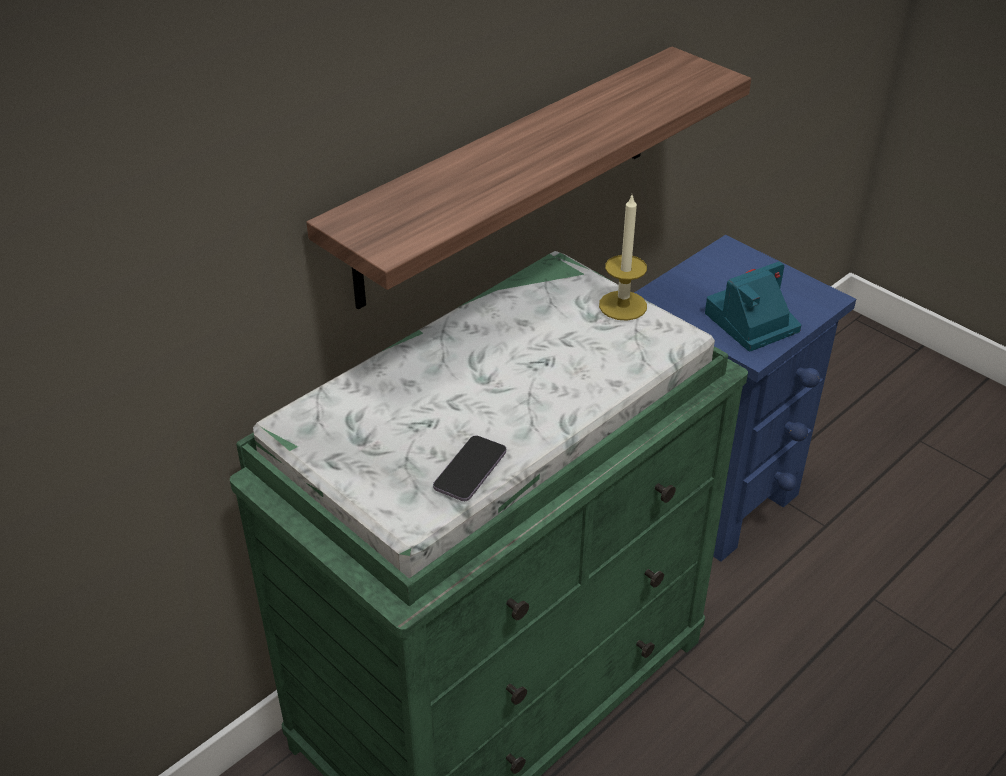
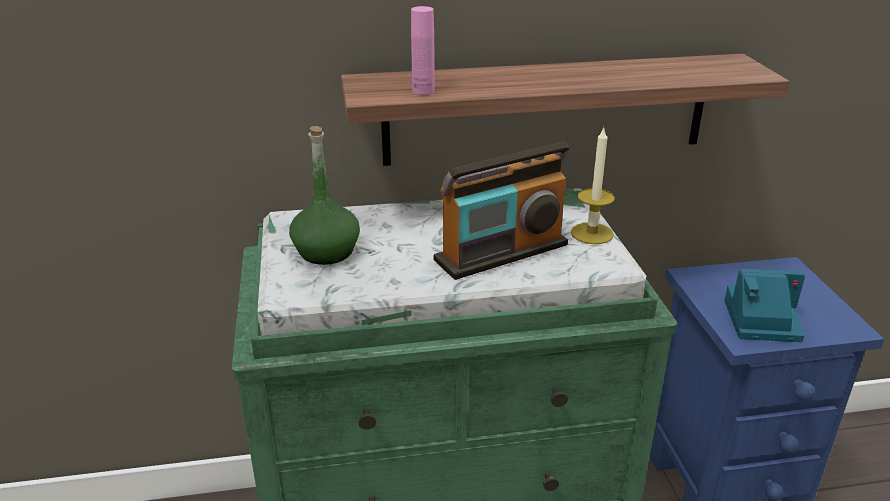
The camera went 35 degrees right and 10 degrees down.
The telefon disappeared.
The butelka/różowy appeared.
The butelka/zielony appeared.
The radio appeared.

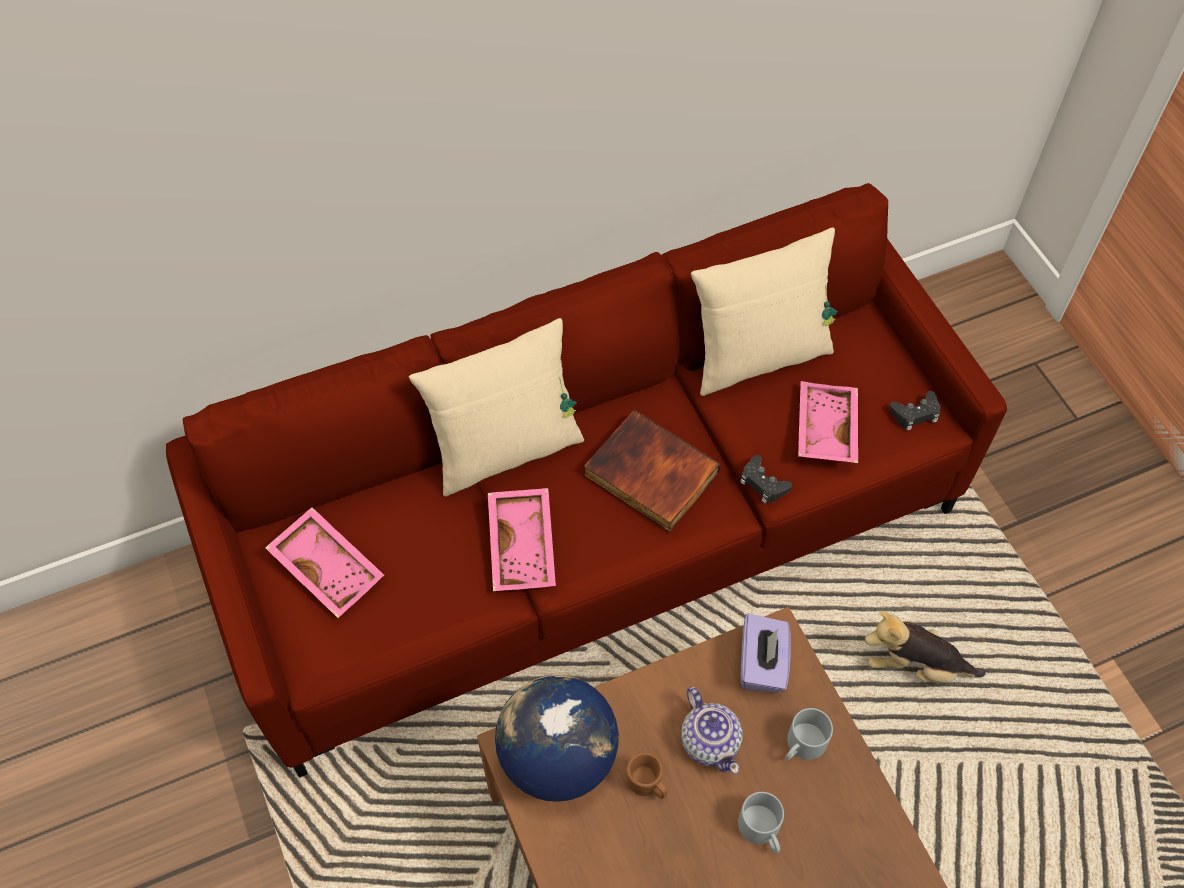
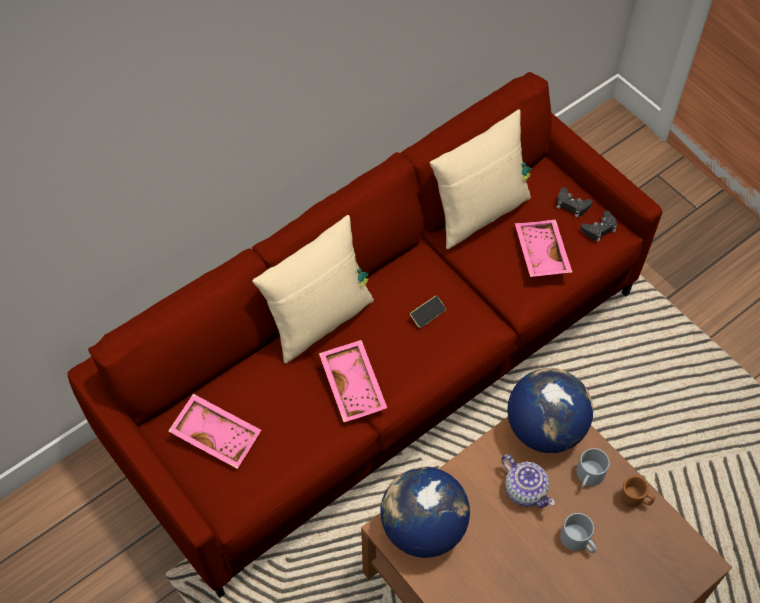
The camera went 15 degrees left and 0 degrees up.
The książka was replaced by the telefon.
The pad do gier/czarny (1st from left) moved.
The pluszak disappeared.
The pudełko chusteczek/fioletowy was replaced by the globus (2nd from left).
The kubek/brązowy moved.

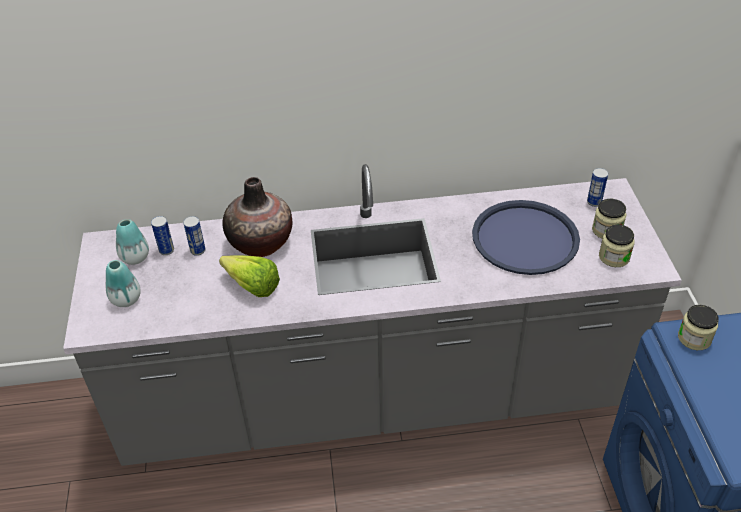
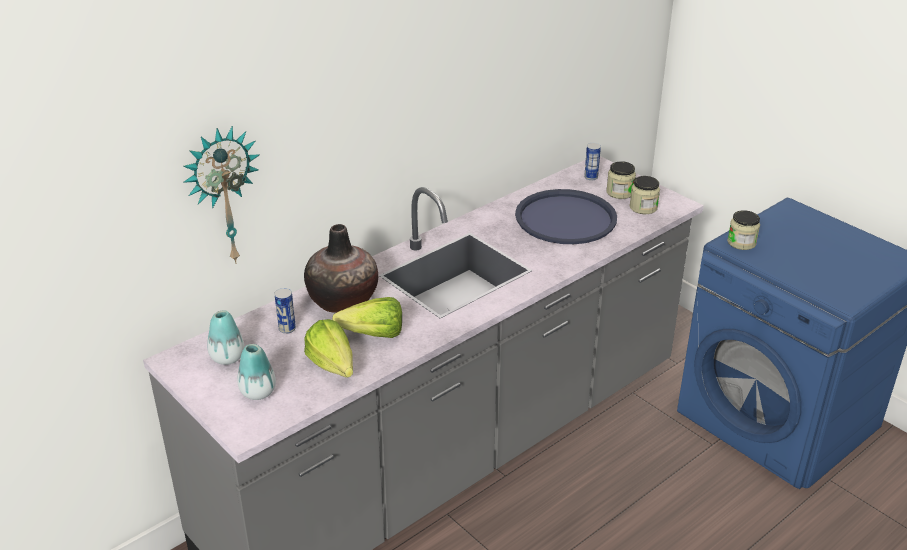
The camera went 35 degrees left and 10 degrees down.
The puszka (1st from left) disappeared.
The zegar ścienny appeared.
The sałata (1st from left) appeared.

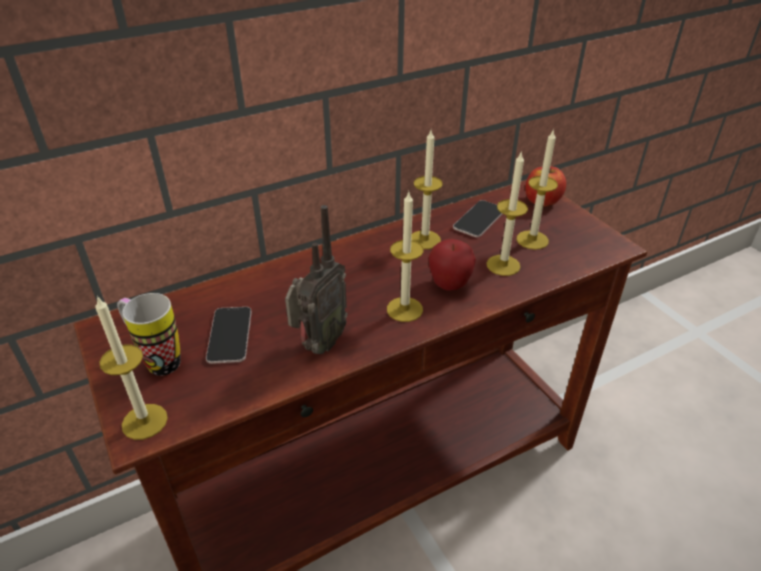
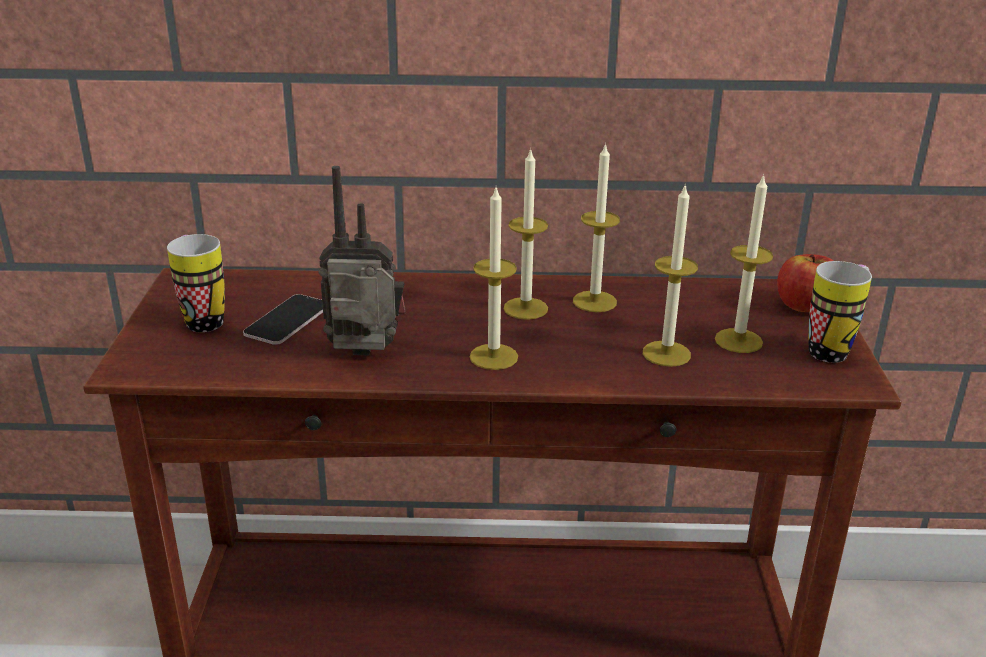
The camera went 30 degrees right and 10 degrees down.
The telefon (2nd from left) disappeared.
The radio turned 150 degrees counterclockwise.
The jabłko (1st from left) disappeared.
The świeca (1st from left in the first image) moved.
The kubek (2nd from left) appeared.

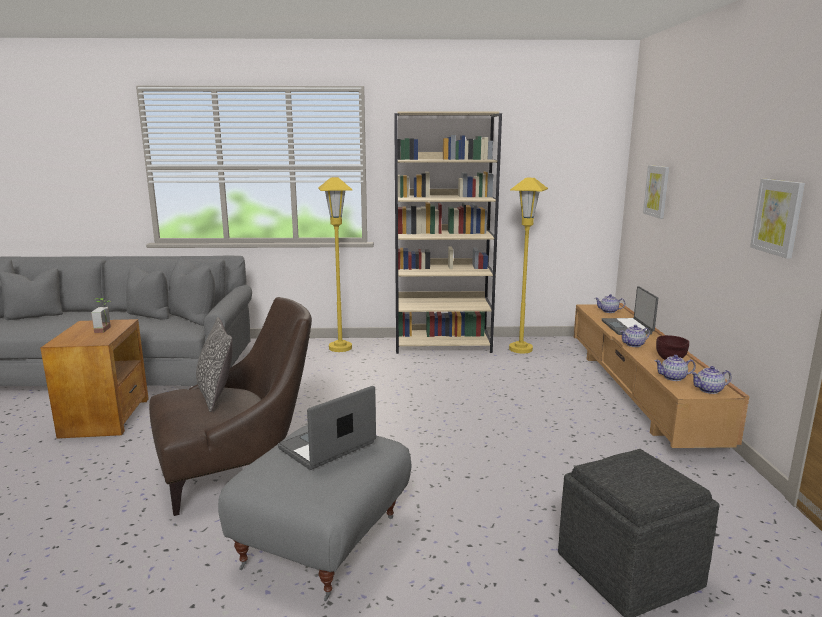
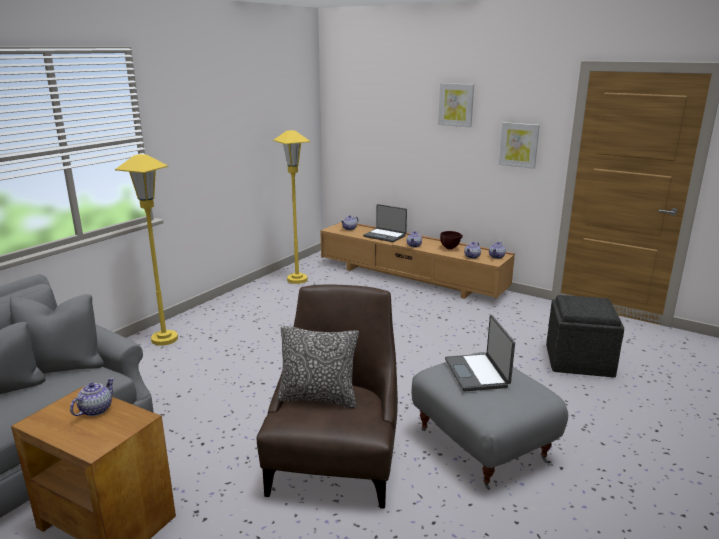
The camera went 55 degrees left and 5 degrees up.
The regał/beżowy disappeared.
The obraz (1st from left) moved.
The roślina doniczkowa was replaced by the imbryk (1st from left).

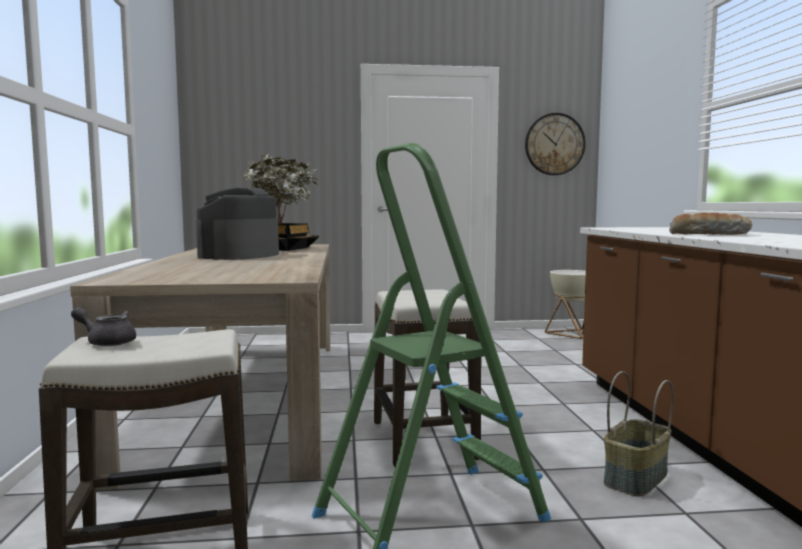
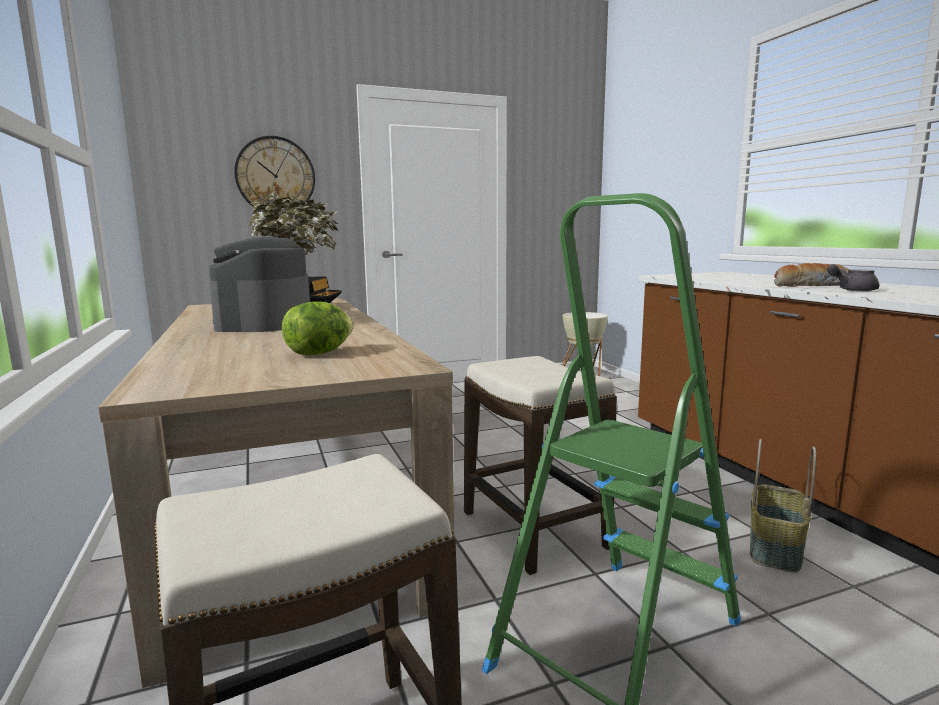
The camera went 15 degrees left and 5 degrees up.
The zegar ścienny moved.
The imbryk/szary moved.
The sałata appeared.

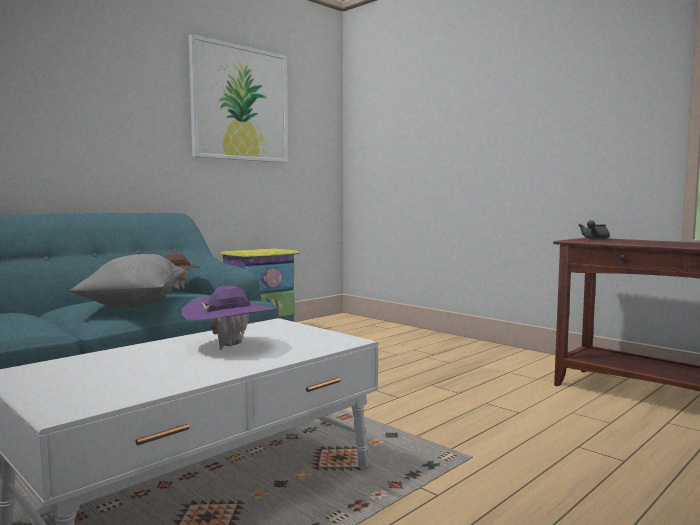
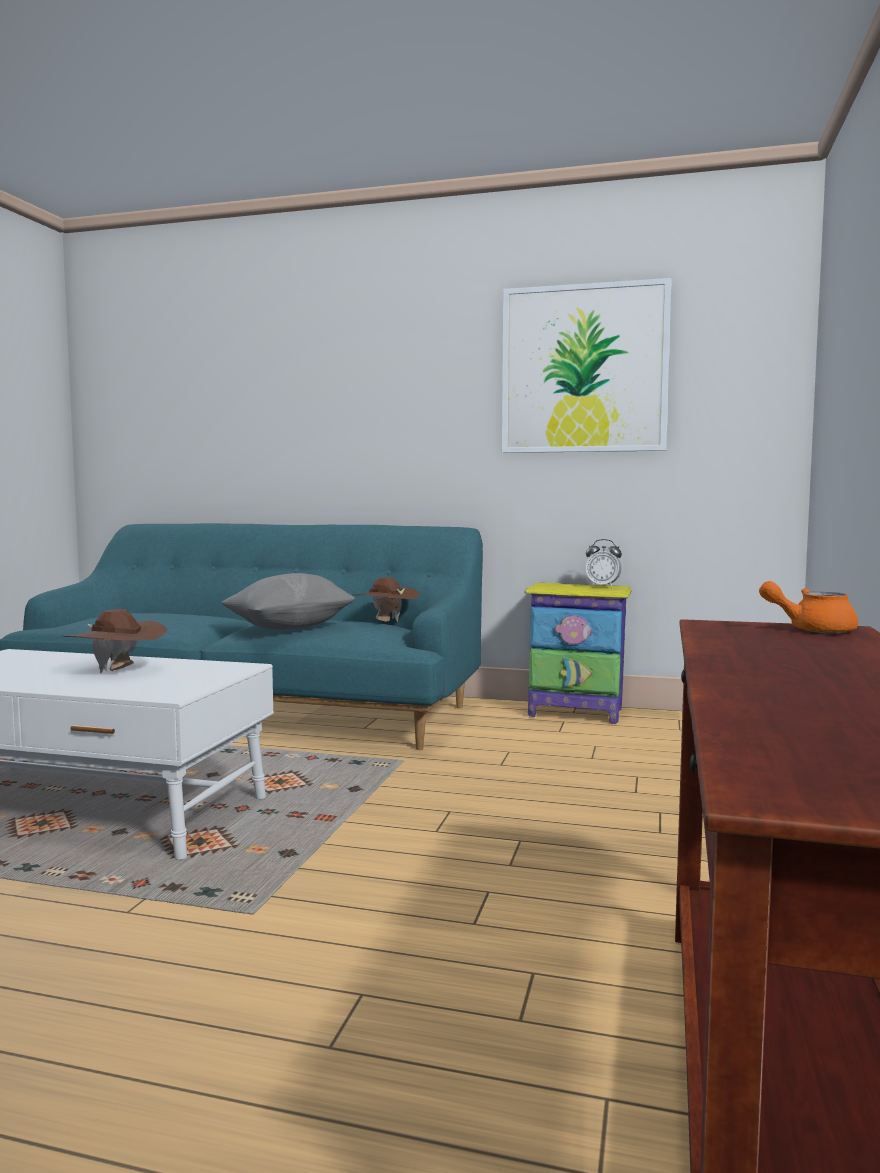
The camera went 60 degrees right and 0 degrees up.
The imbryk/szary became the imbryk/pomarańczowy.
The kapelusz/fioletowy became the kapelusz/brązowy (1st from left).
The budzik appeared.

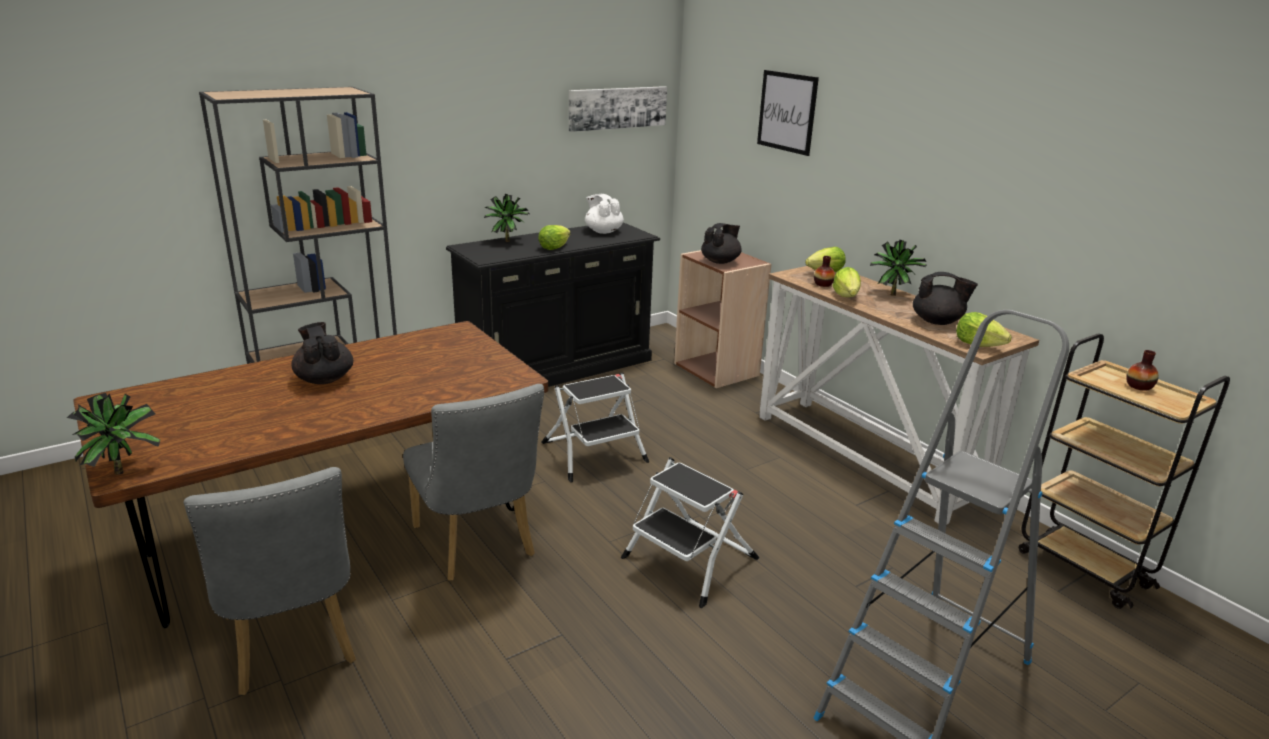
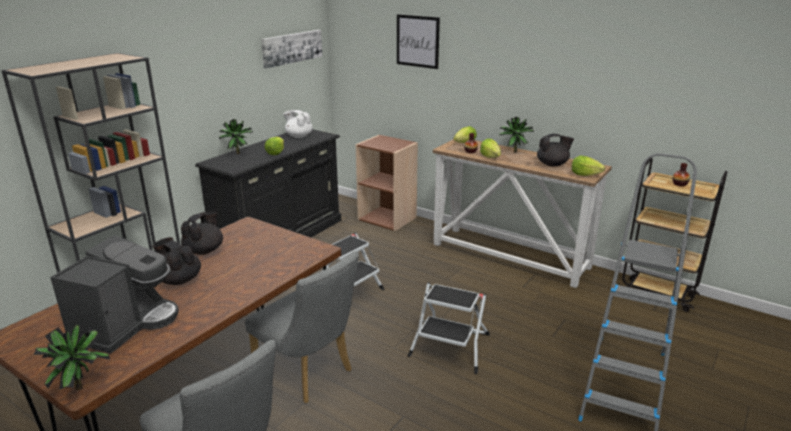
The camera went 20 degrees left and 0 degrees up.
The imbryk/czarny (2nd from left) moved.
The ekspres do kawy appeared.

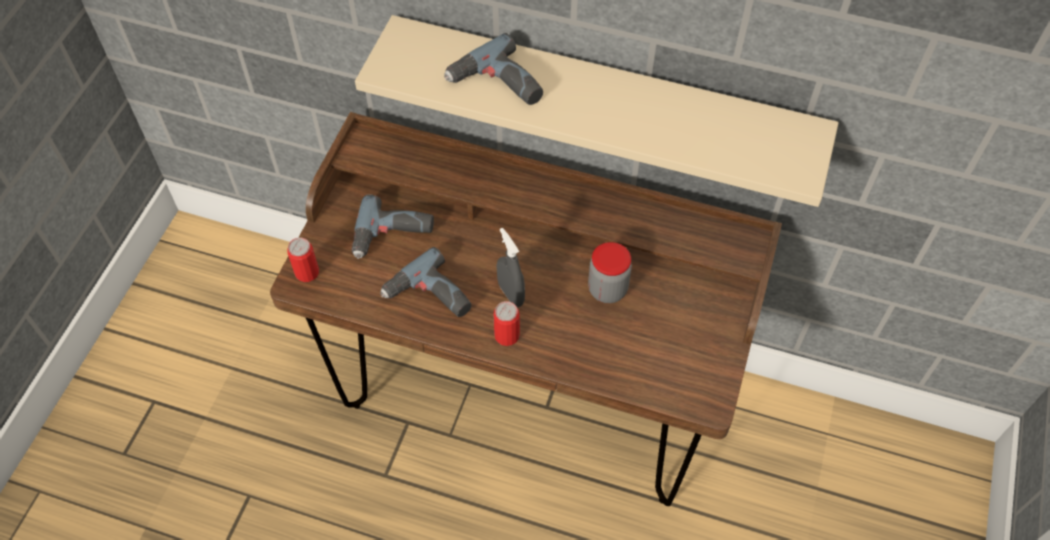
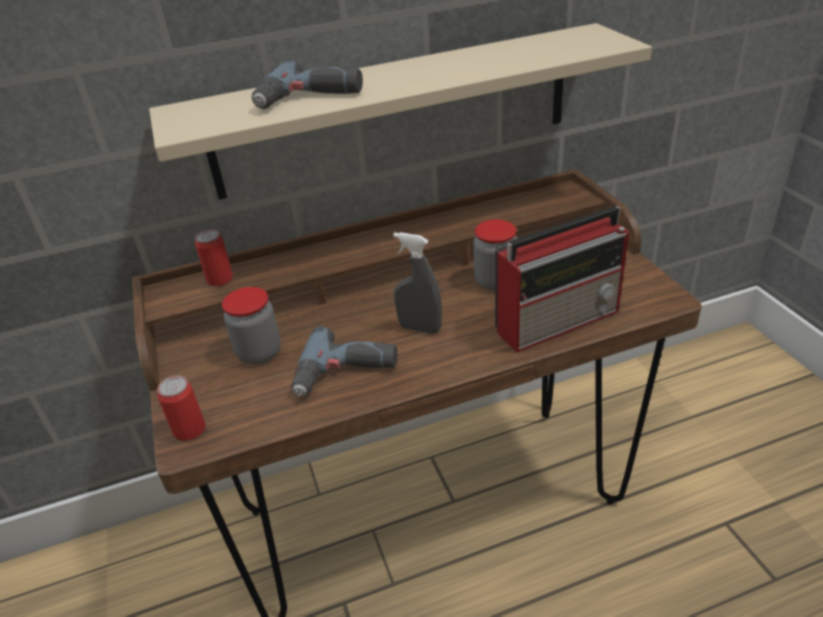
The camera went 35 degrees left and 20 degrees down.
The wiertarka (1st from left) was replaced by the słoik (1st from left).
The puszka (2nd from left) moved.
The radio appeared.

